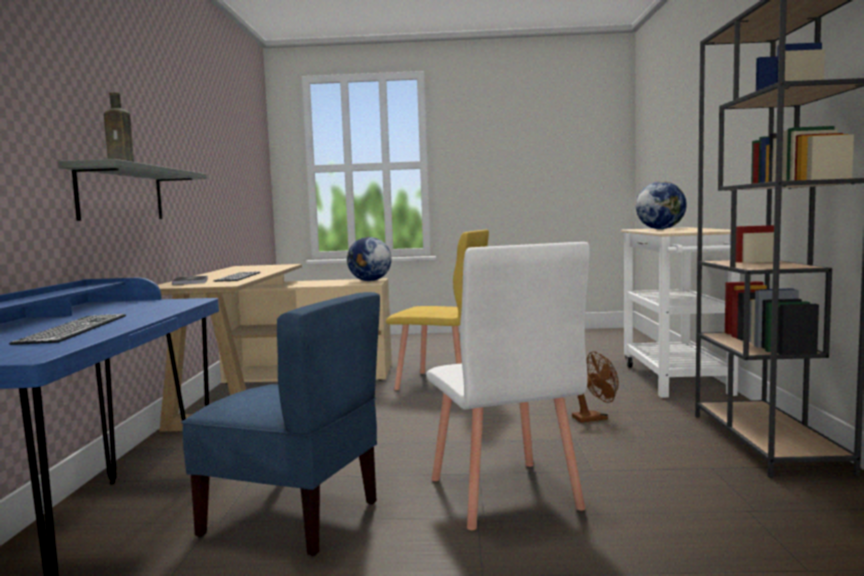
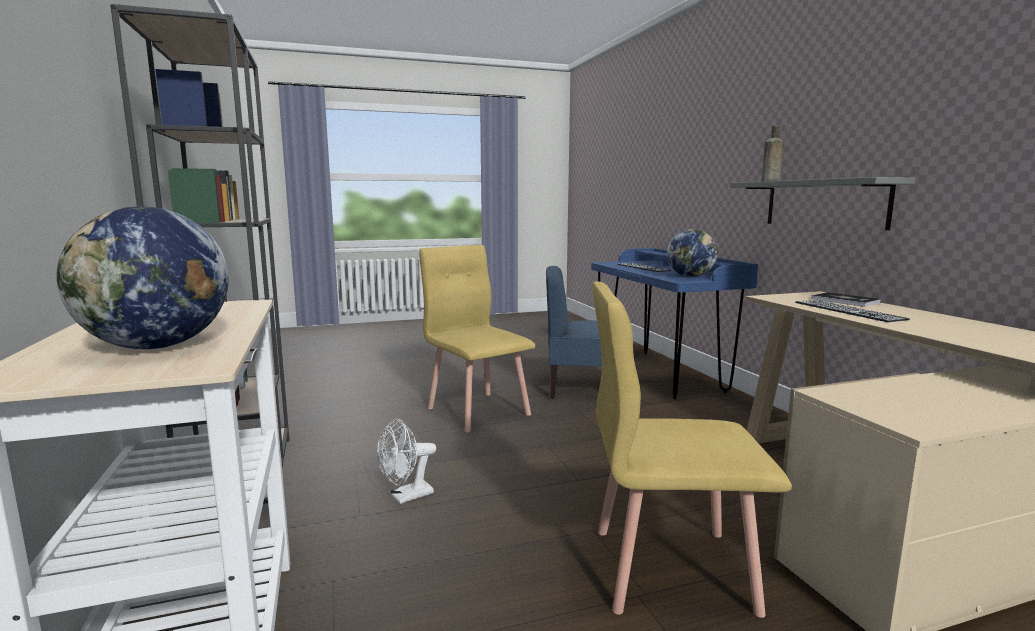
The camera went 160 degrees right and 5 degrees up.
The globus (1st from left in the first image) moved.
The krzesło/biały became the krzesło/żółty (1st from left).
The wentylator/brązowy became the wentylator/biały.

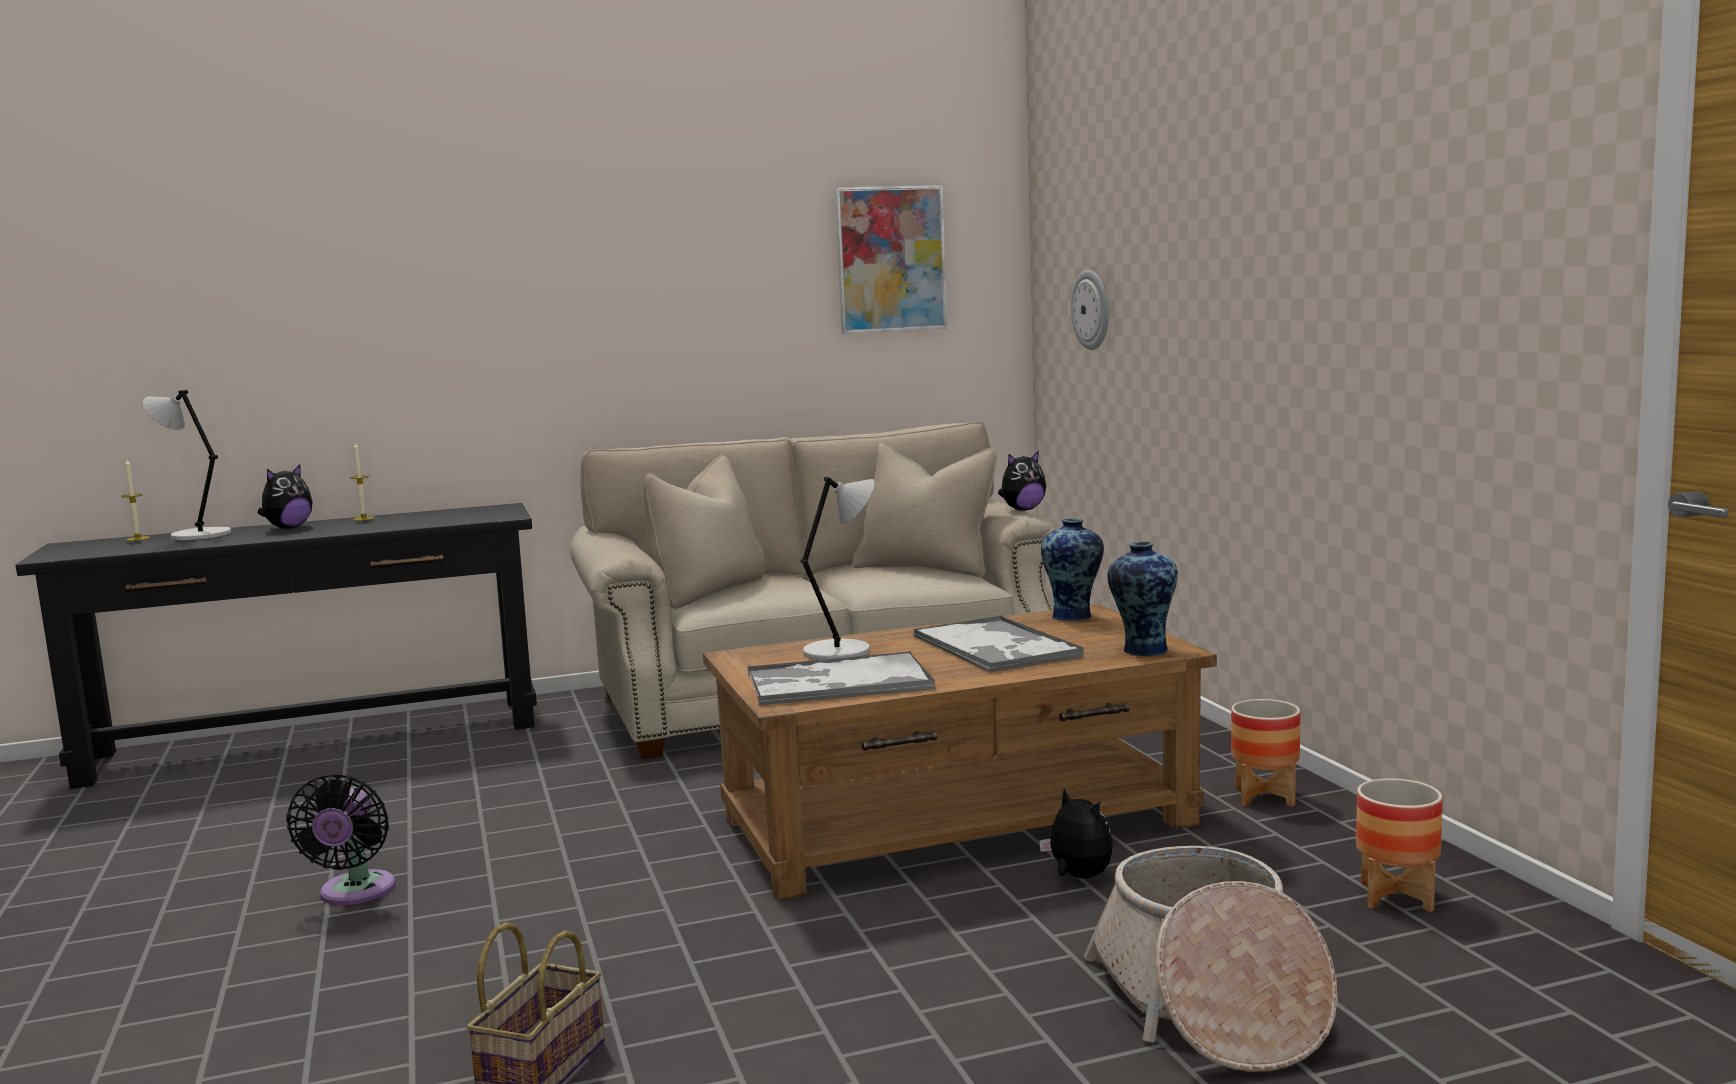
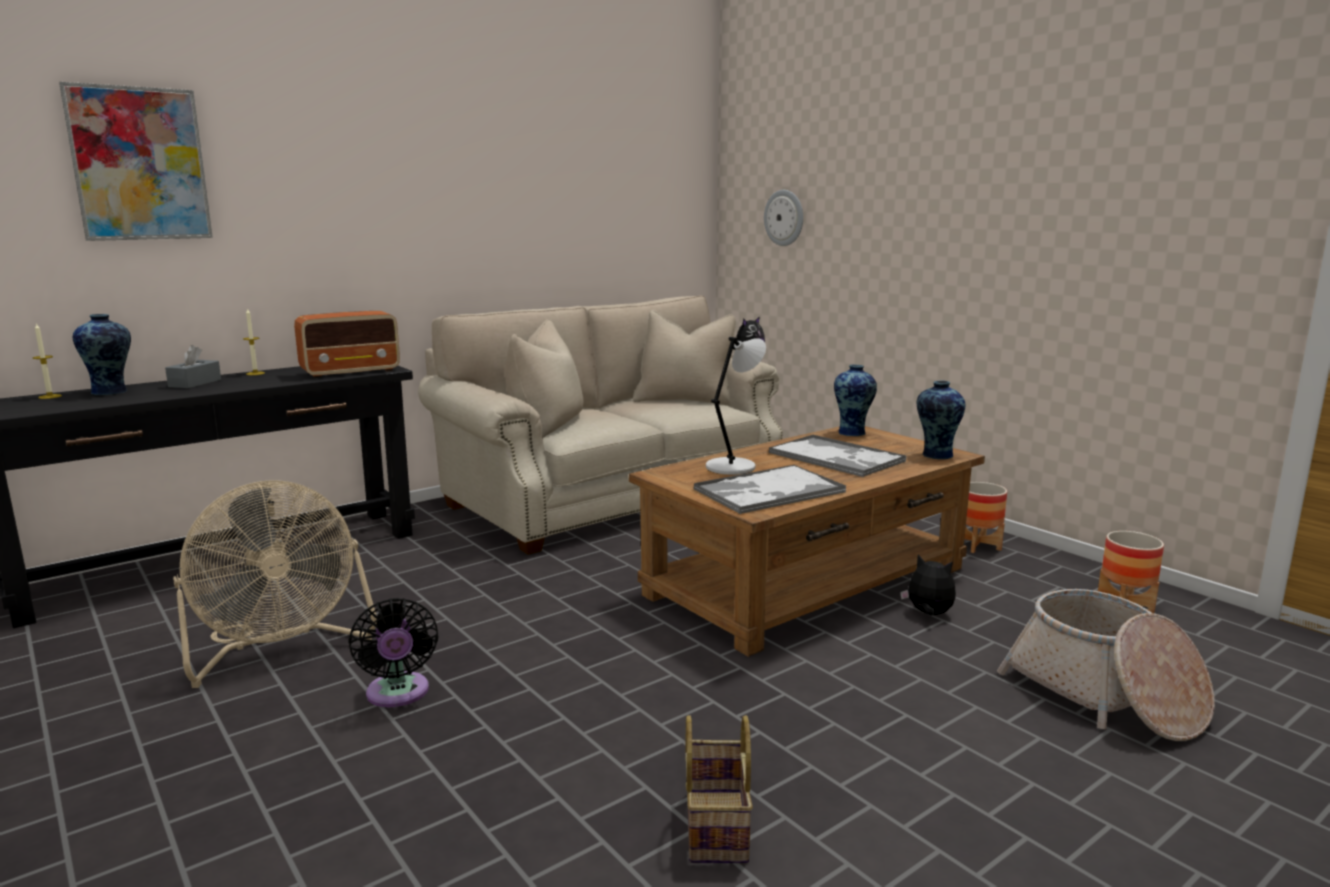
The camera went 20 degrees left and 5 degrees up.
The obraz moved.
The lampa stołowa/szary (1st from left) was replaced by the wazon (1st from left).
The pluszak (1st from left) was replaced by the pudełko chusteczek/szary.
The radio appeared.
The wentylator/beżowy appeared.

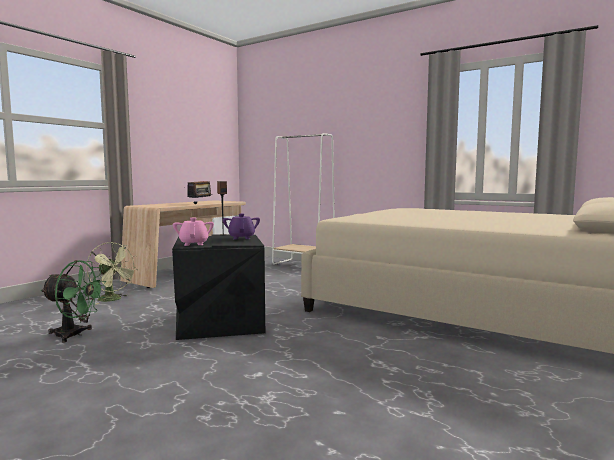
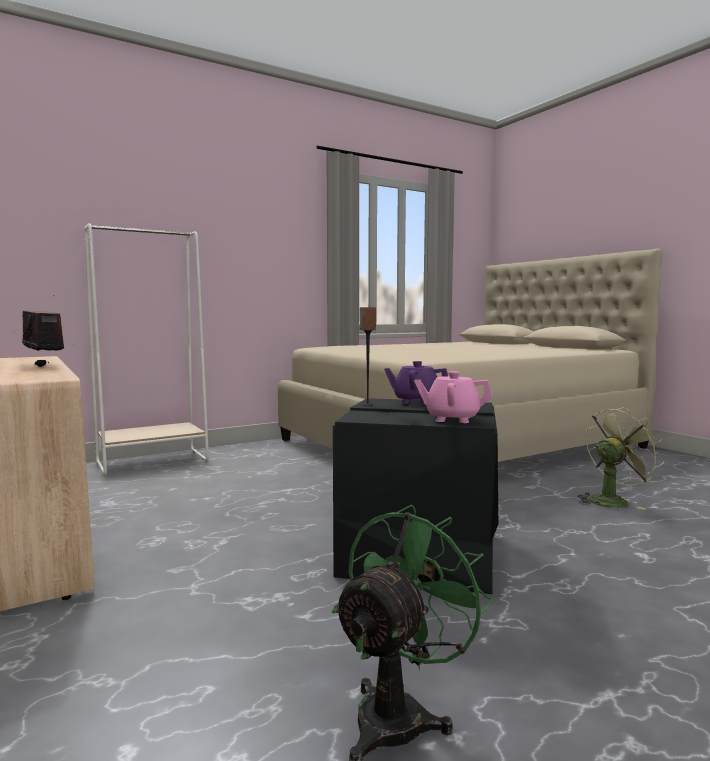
The camera went 65 degrees left and 0 degrees up.
The wentylator/zielony (2nd from left) moved.

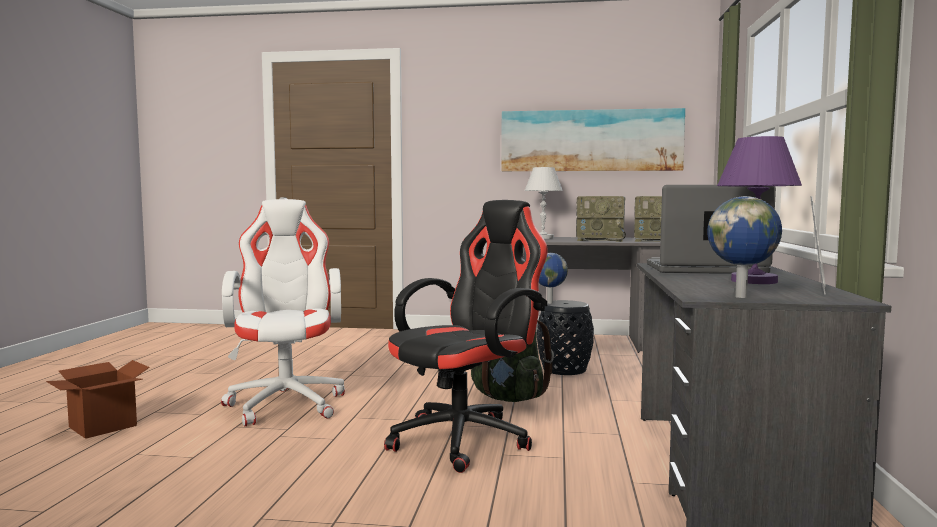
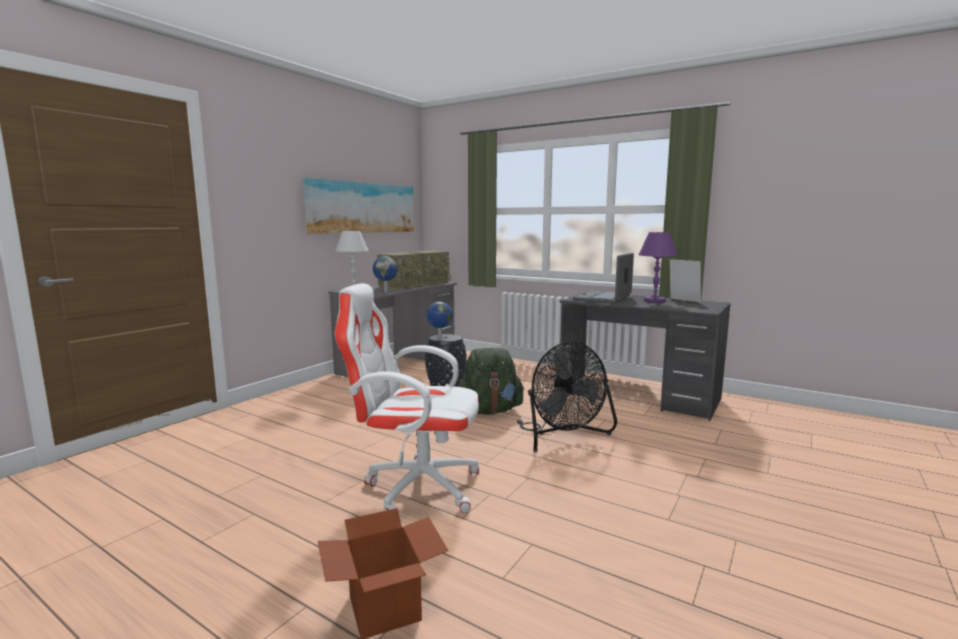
The camera went 65 degrees left and 5 degrees up.
The globus (2nd from left in the first image) moved.
The krzesło biurowe/czarny was replaced by the wentylator/czarny.

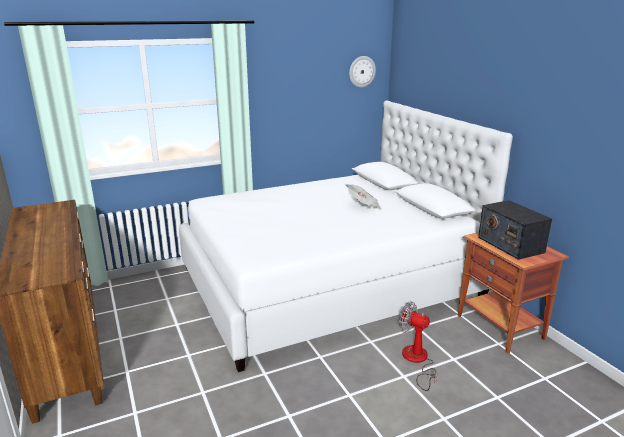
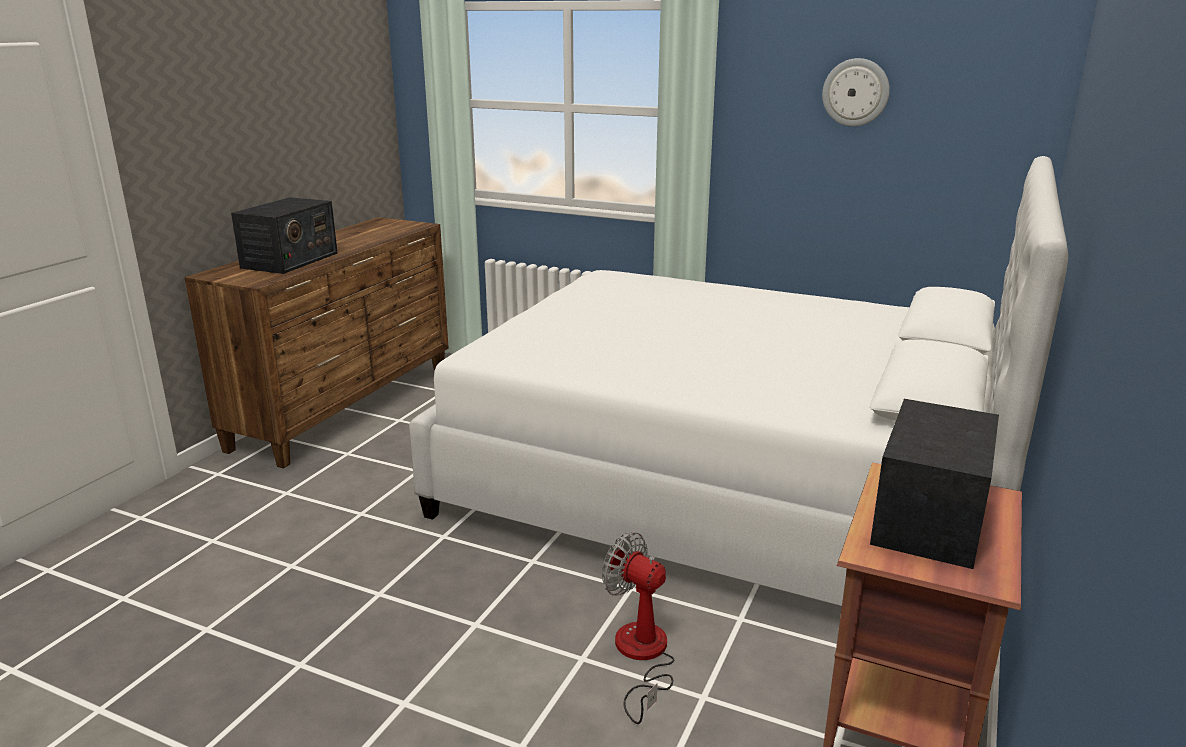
The camera went 50 degrees right and 0 degrees up.
The zegar ścienny moved.
The gazeta disappeared.
The wentylator turned 45 degrees counterclockwise.
The radio (1st from left) appeared.

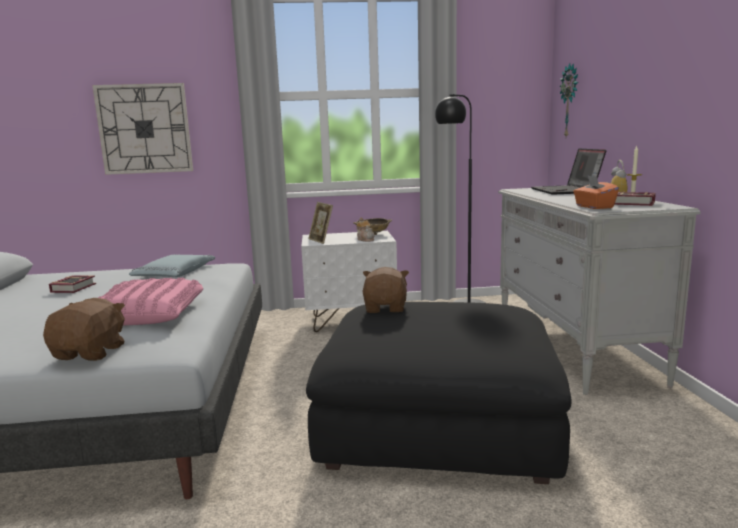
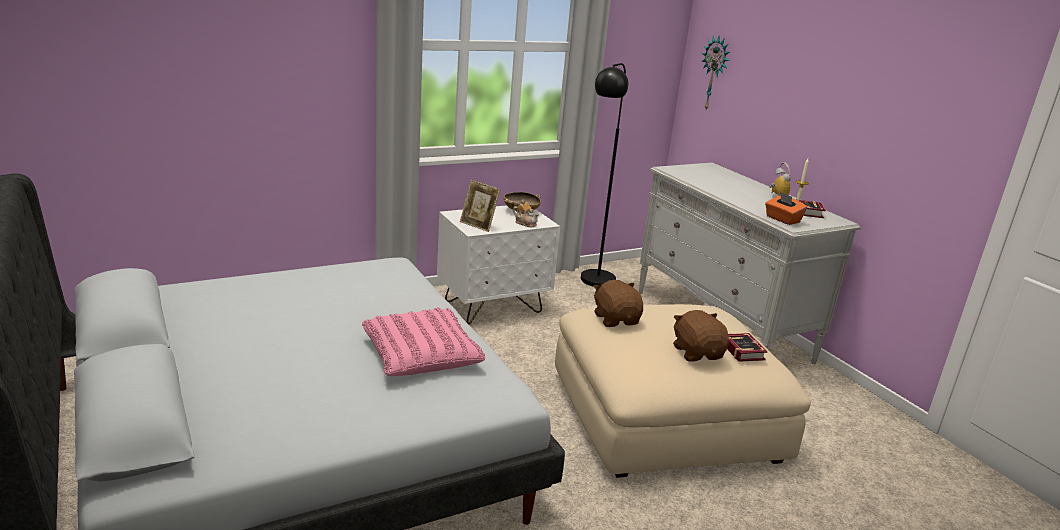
The camera went 25 degrees left and 10 degrees up.
The zegar ścienny (1st from left) disappeared.
The laptop disappeared.
The poduszka/niebieski disappeared.
The książka (1st from left) moved.
The pluszak/brązowy (1st from left in the first image) moved.
The pufa/czarny became the pufa/beżowy.

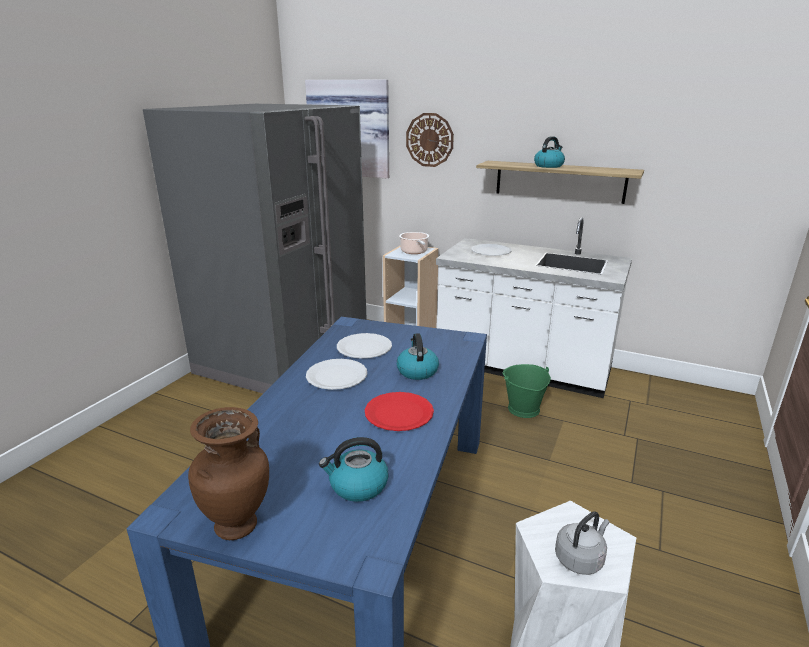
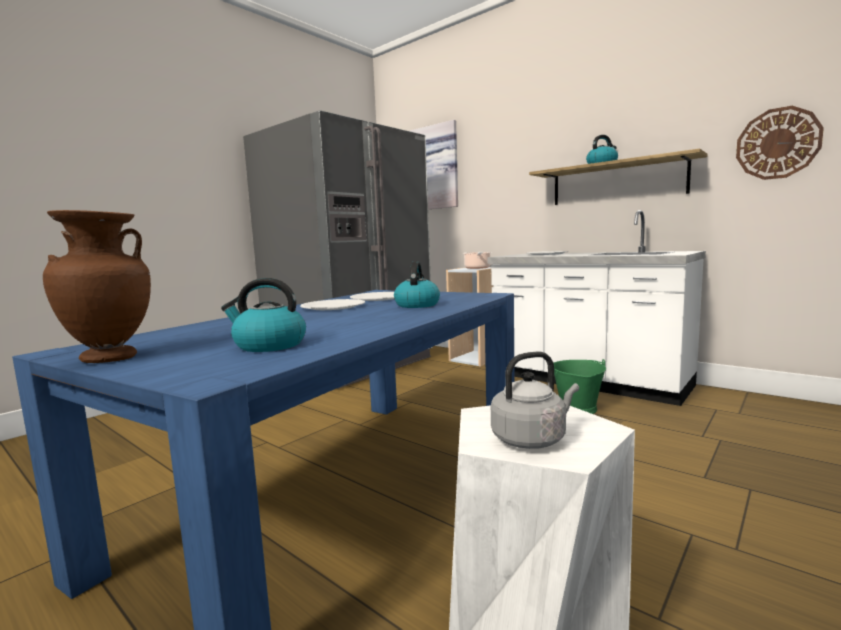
The camera went 15 degrees right and 15 degrees down.
The zegar ścienny moved.
The talerz/czerwony disappeared.

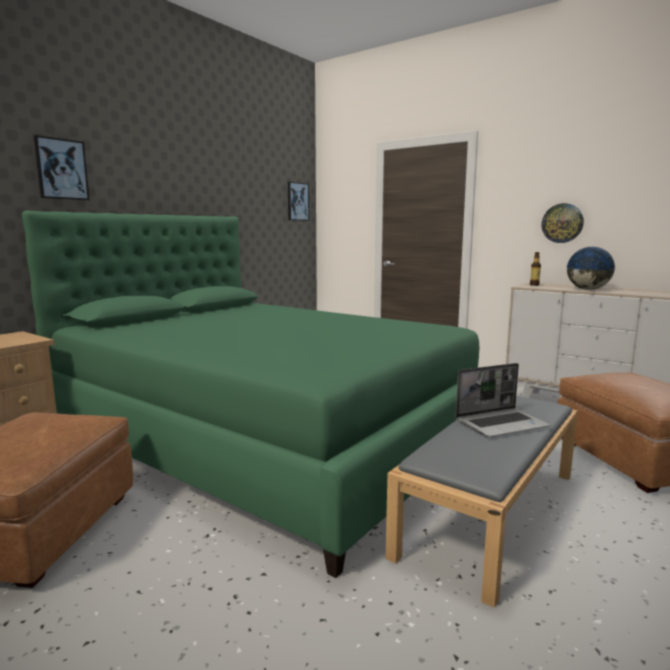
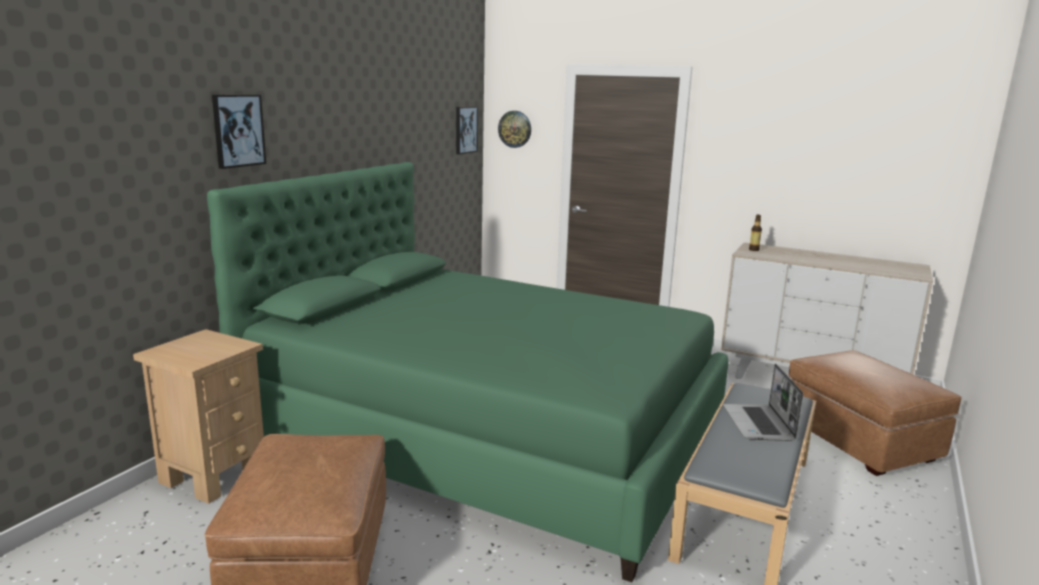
The camera went 10 degrees left and 5 degrees up.
The zegar ścienny moved.
The globus disappeared.
The laptop turned 120 degrees clockwise.

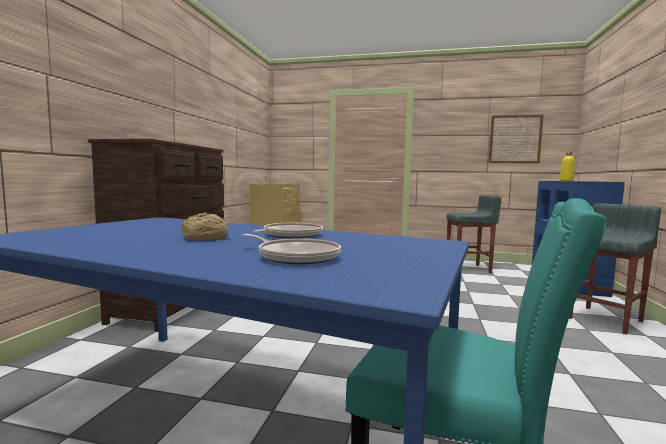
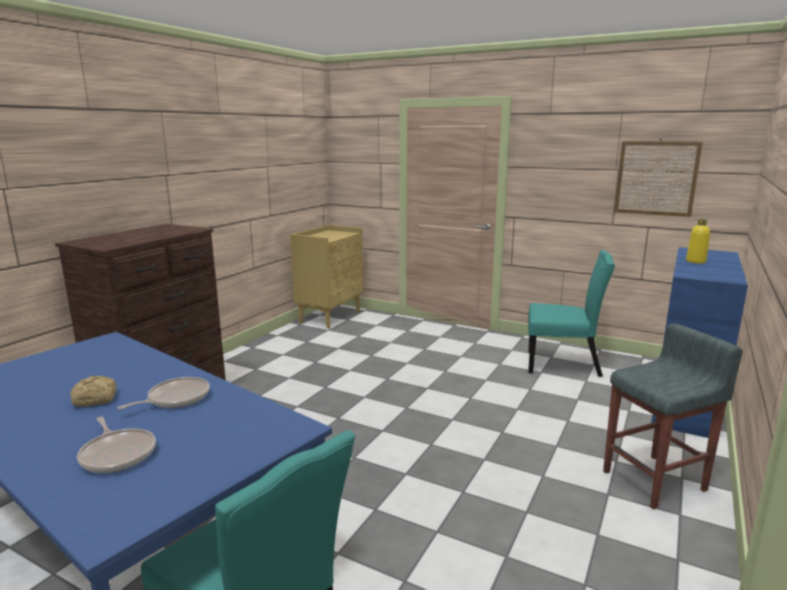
The camera went 15 degrees right and 10 degrees up.
The stołek/szary (1st from left) was replaced by the krzesło/turkusowy (2nd from left).

